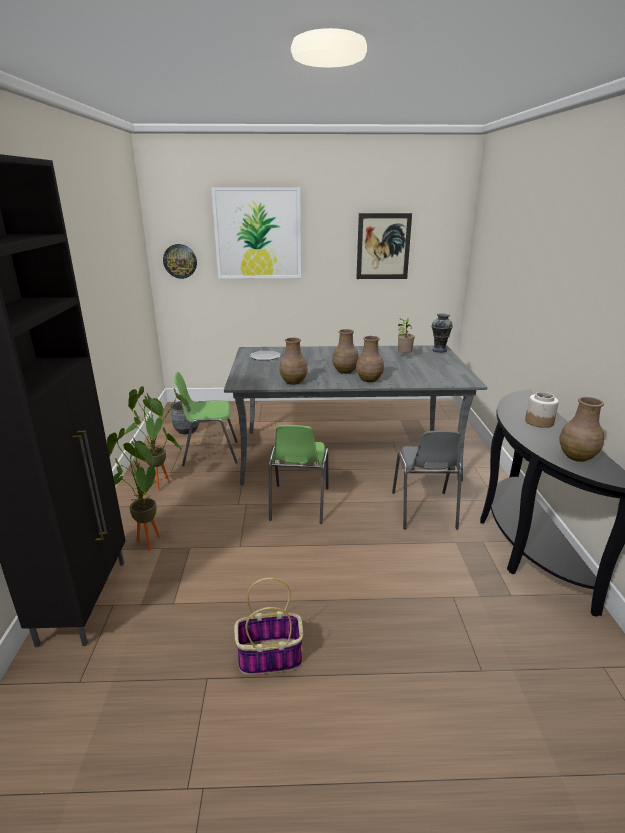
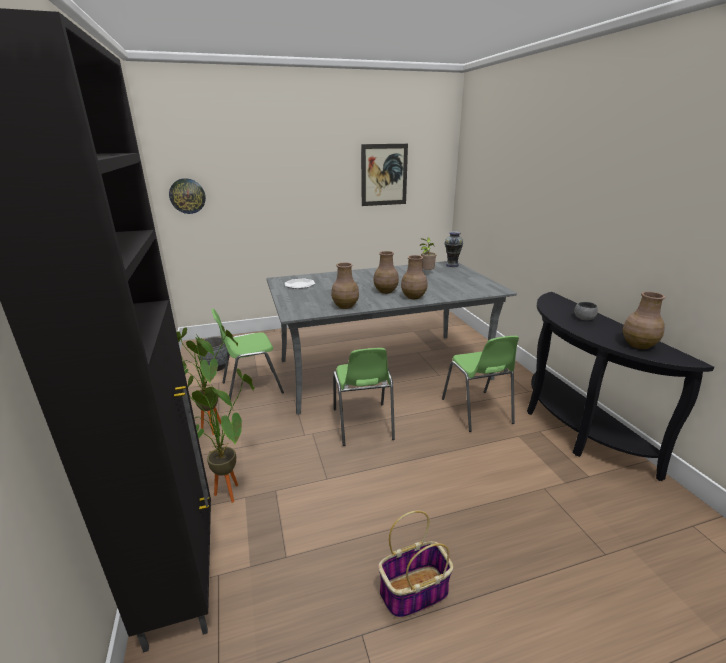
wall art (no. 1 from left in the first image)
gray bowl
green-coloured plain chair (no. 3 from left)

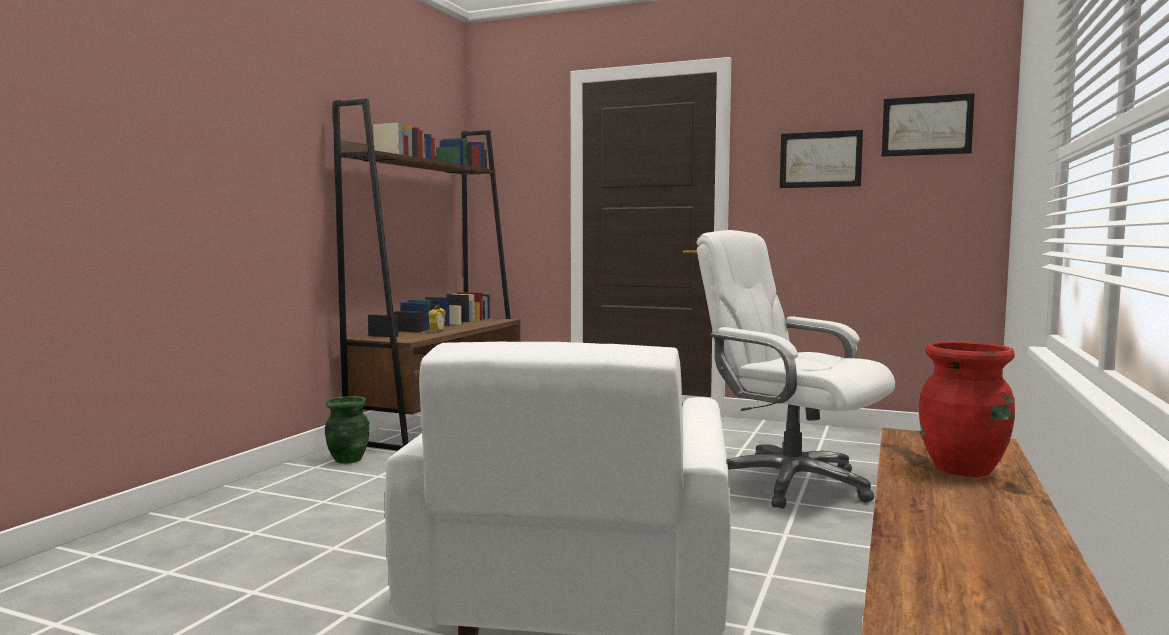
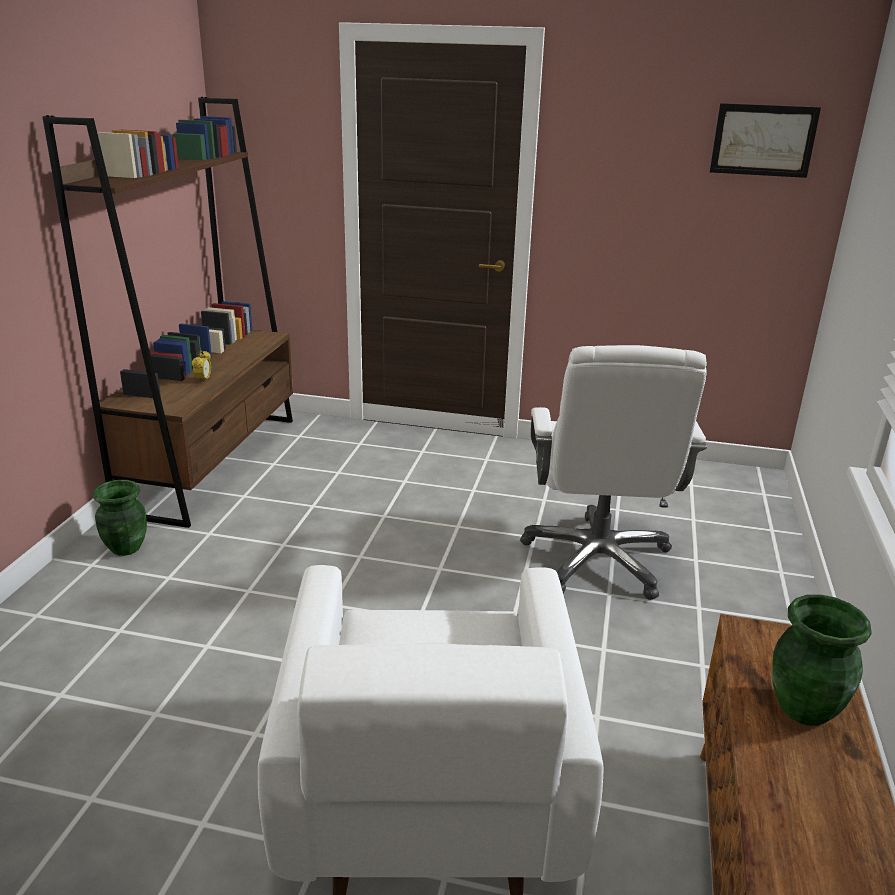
wall art (no. 1 from left in the first image)
white-coloured desk chair
green-coloured decorative vase (no. 2 from left)

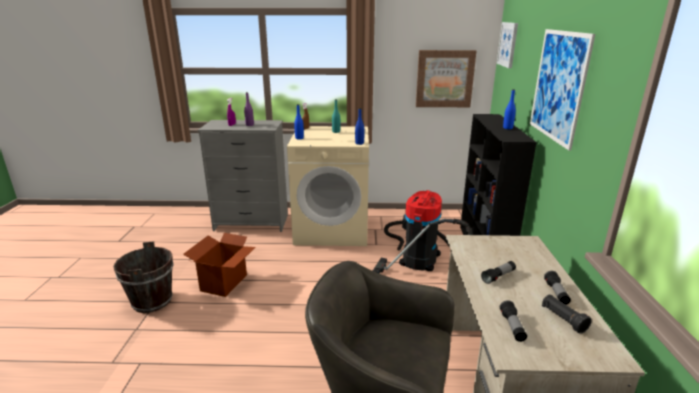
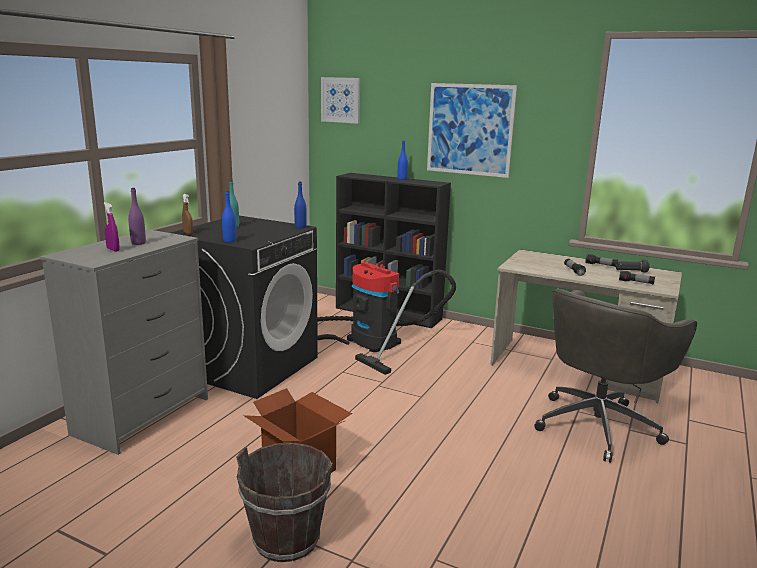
wall art (no. 1 from left in the first image)
black laundry machine

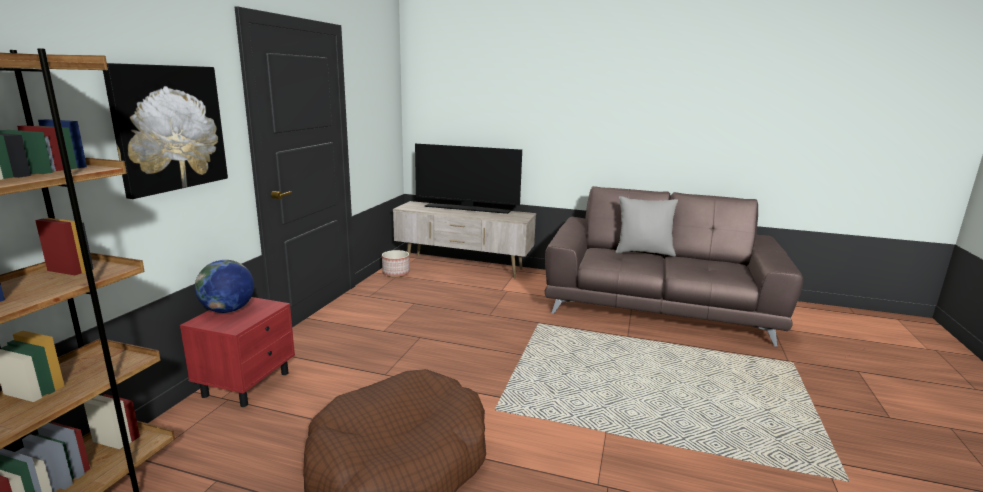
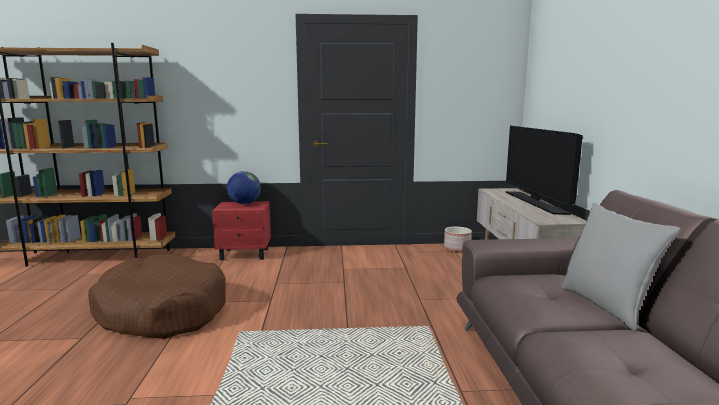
wall art

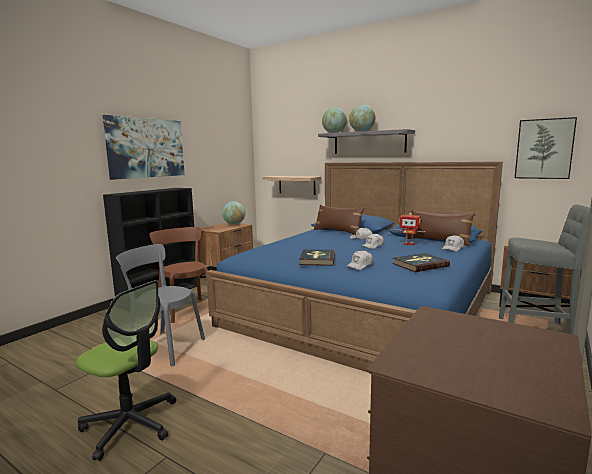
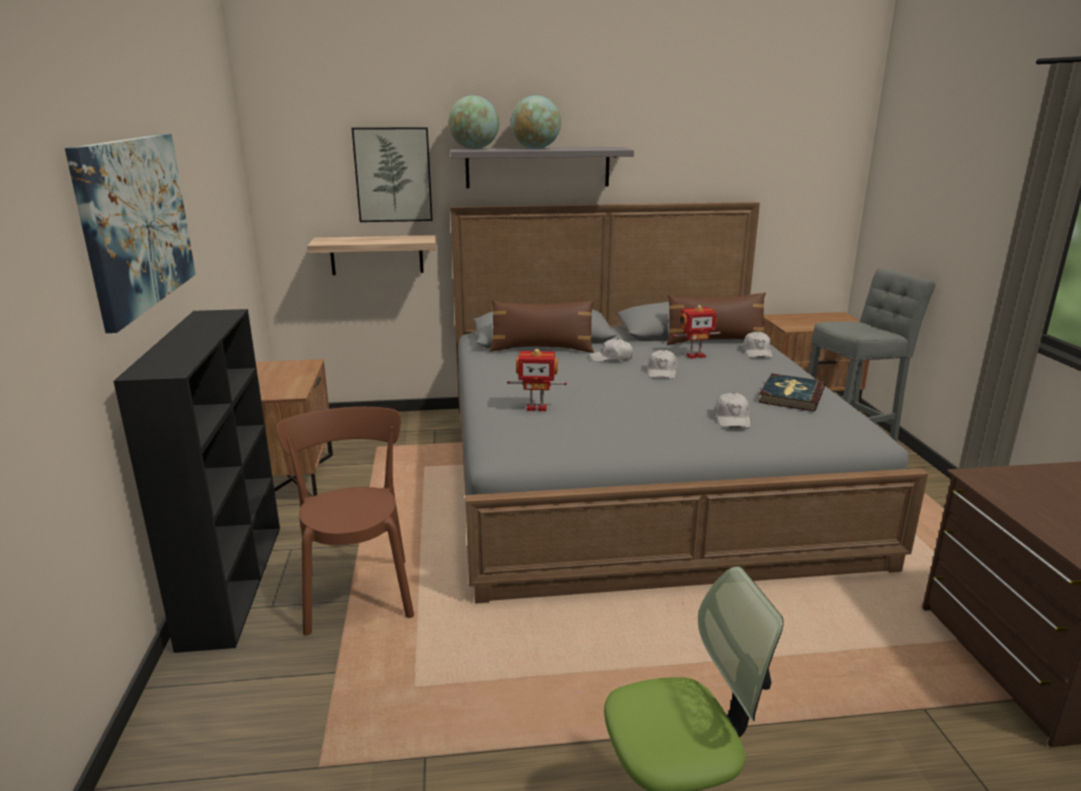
wall art (no. 2 from left)
gray bed
globe (no. 1 from left in the first image)
brown-coloured plain chair
gray plain chair
book (no. 1 from left in the first image)
toy robot (no. 1 from left)

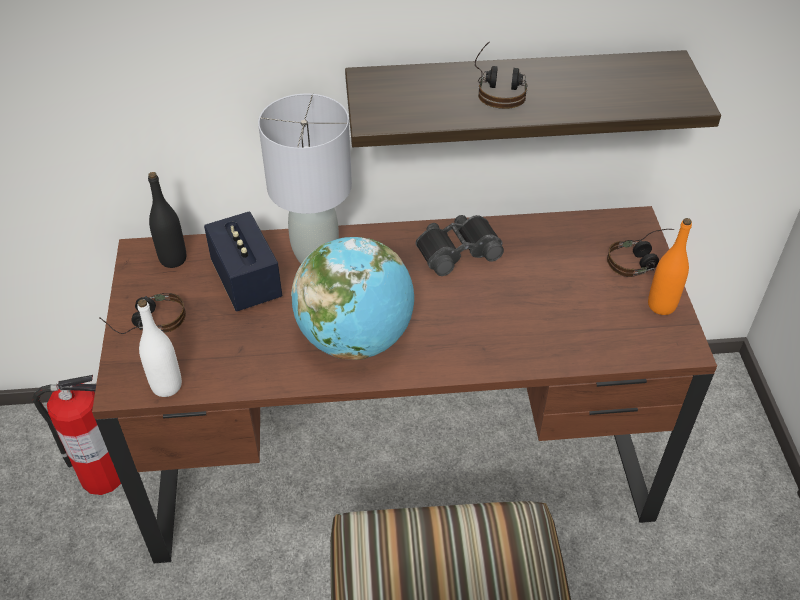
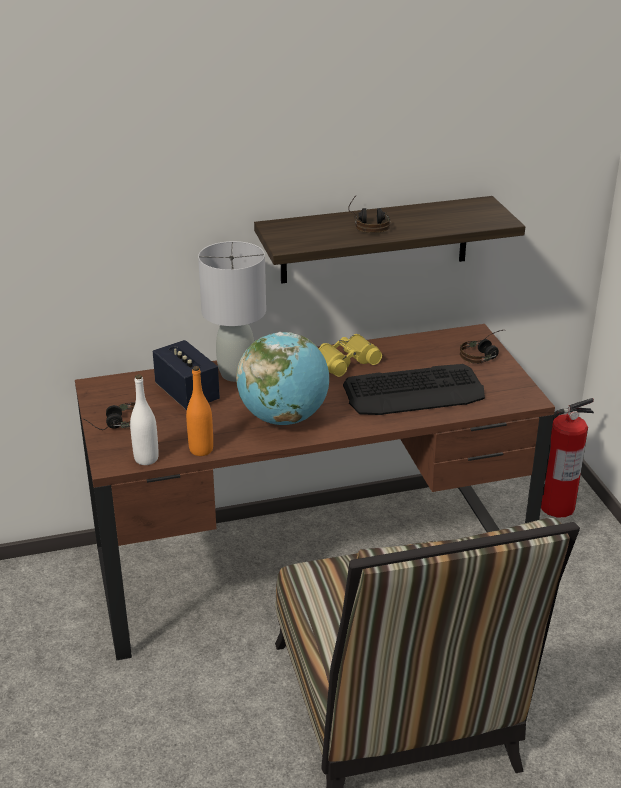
black drink bottle
yellowish binoculars
orange drink bottle
extinguisher
PC keyboard

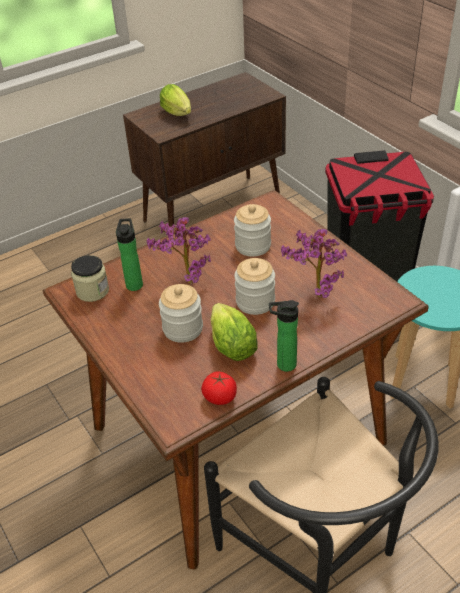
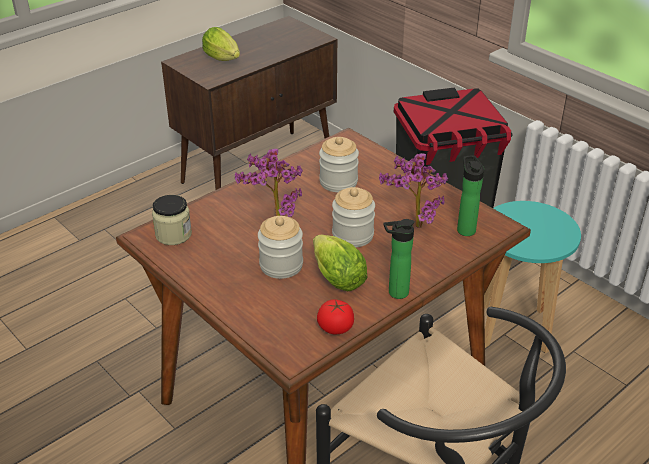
drink bottle (no. 2 from left)

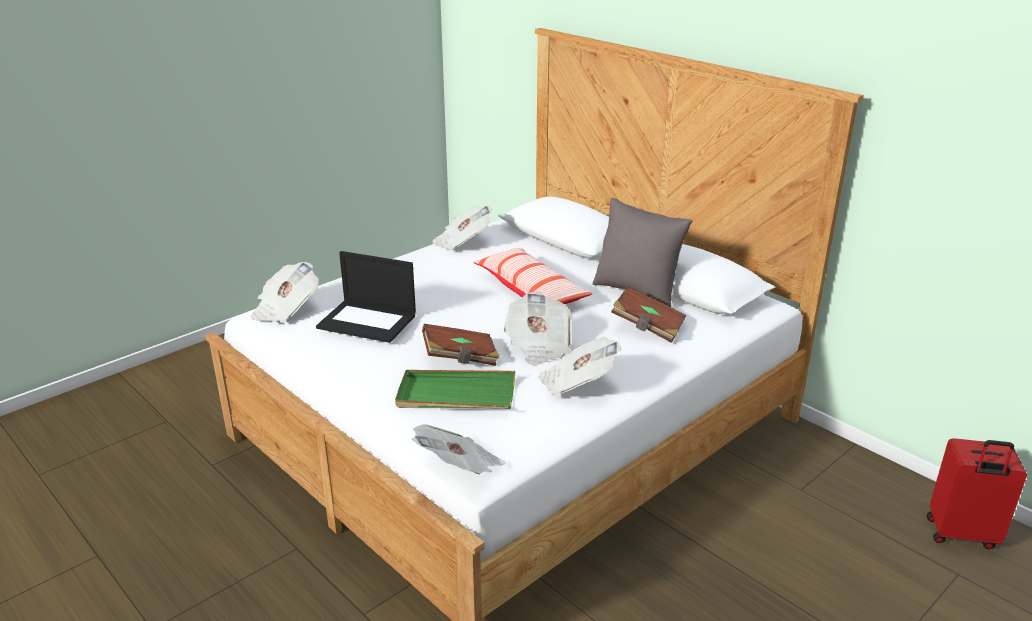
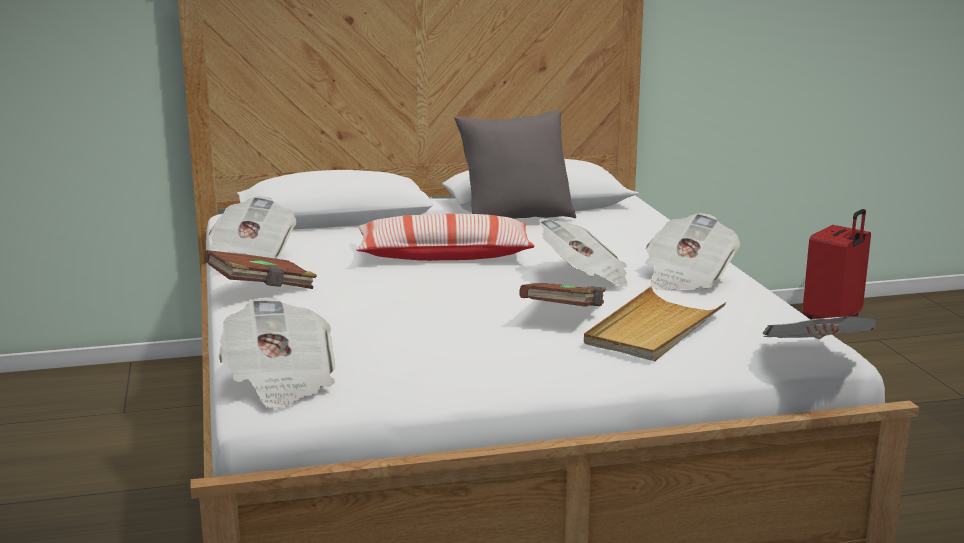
notebook computer
brown-coloured book (no. 1 from left)
beige serving tray

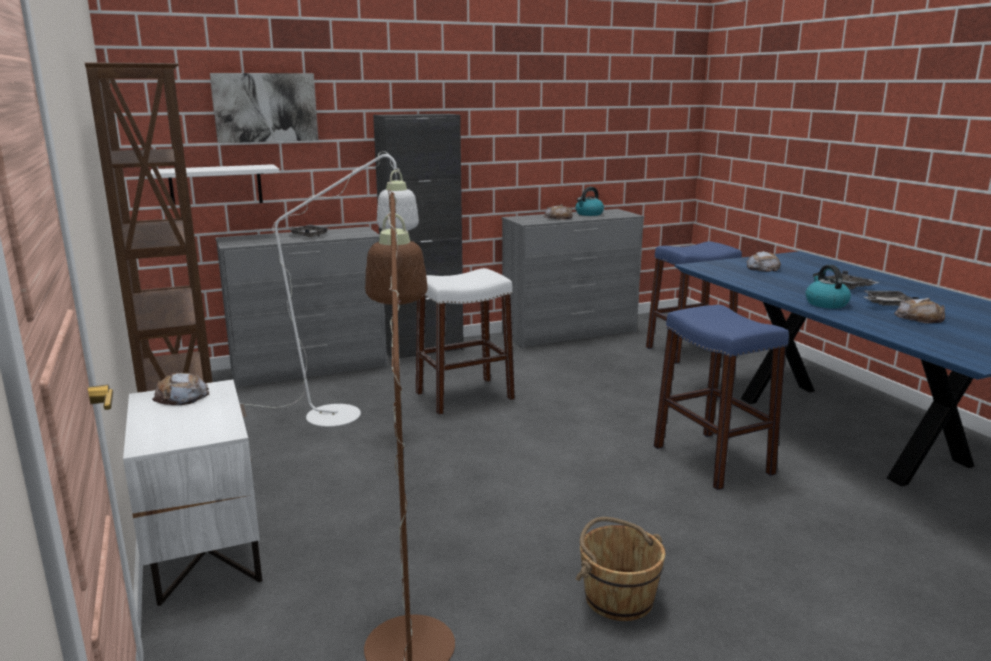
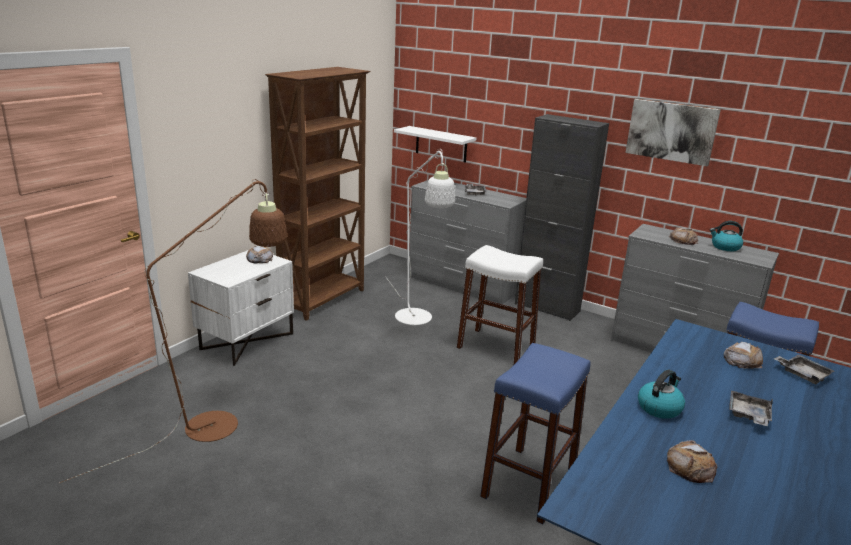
wall art
gray serving tray (no. 3 from left)
brown-coloured pail

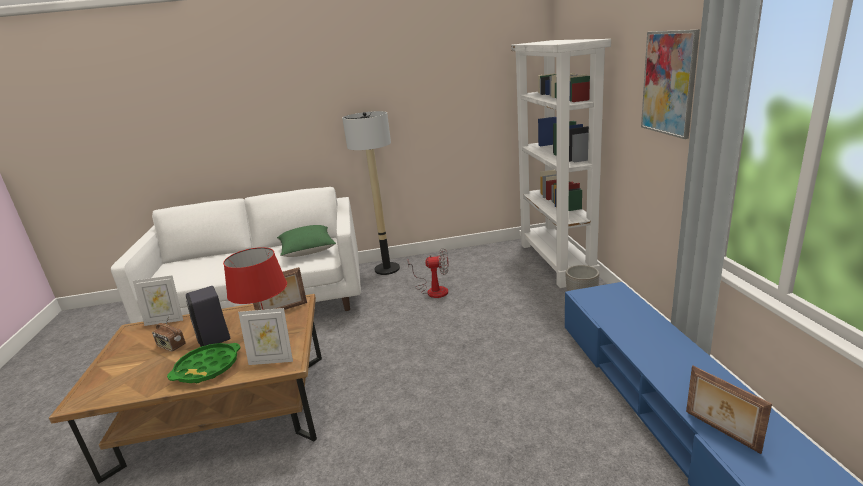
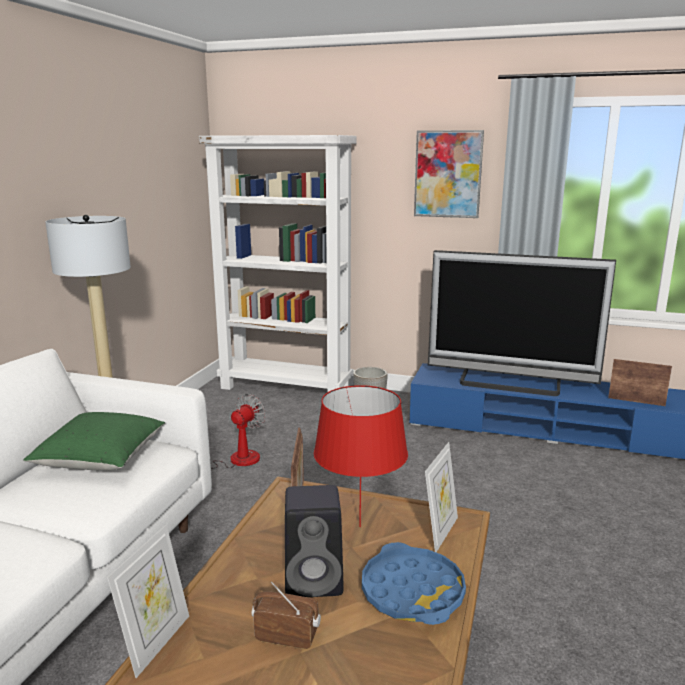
radio receiver
blue serving tray
photo frame (no. 4 from left)
television

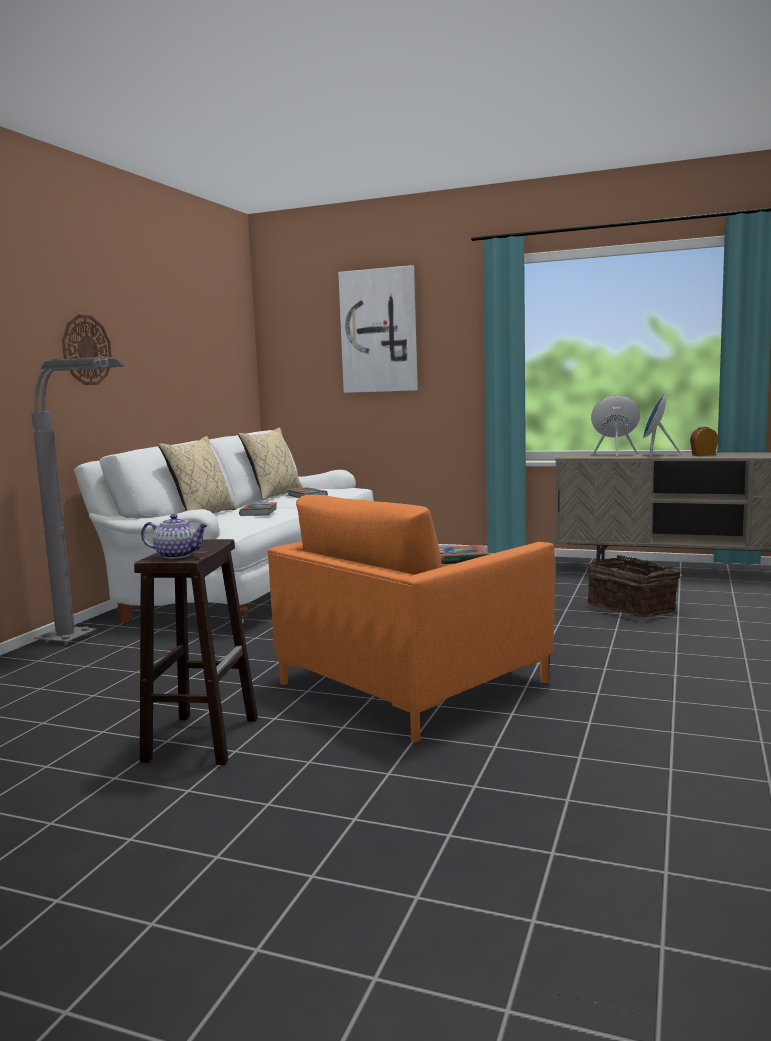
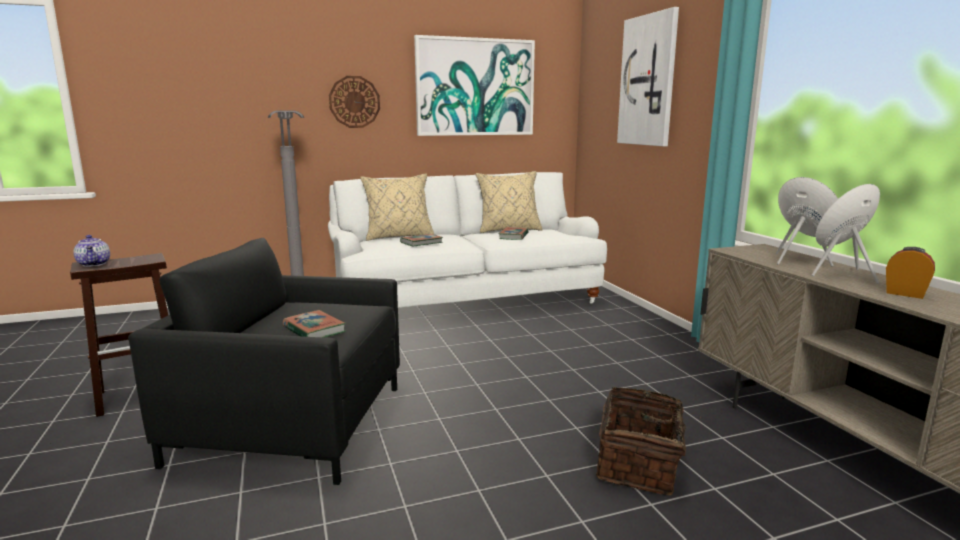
black easy chair
wall art (no. 1 from left)

